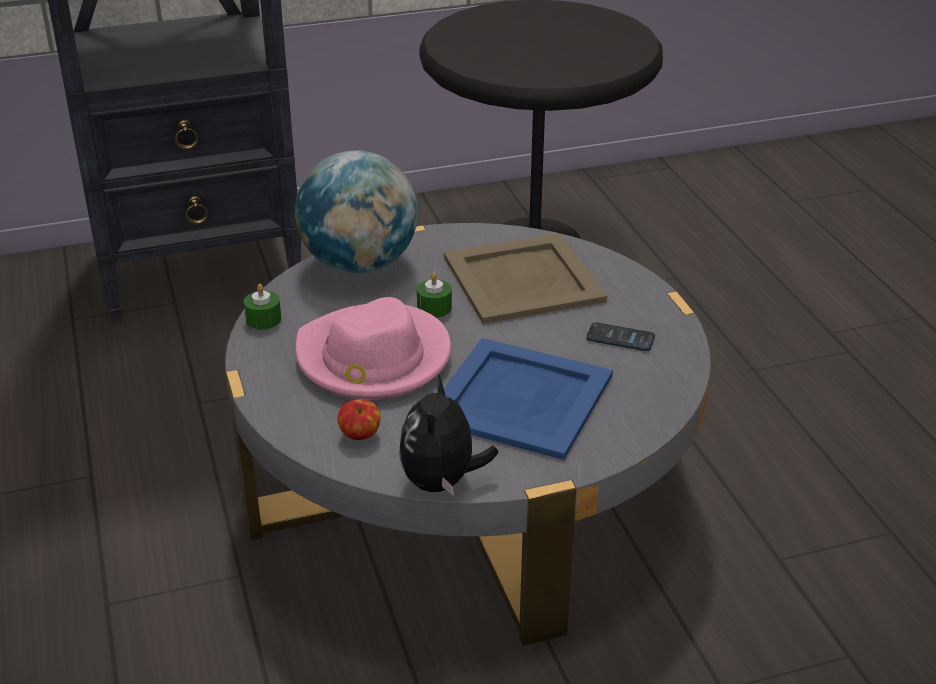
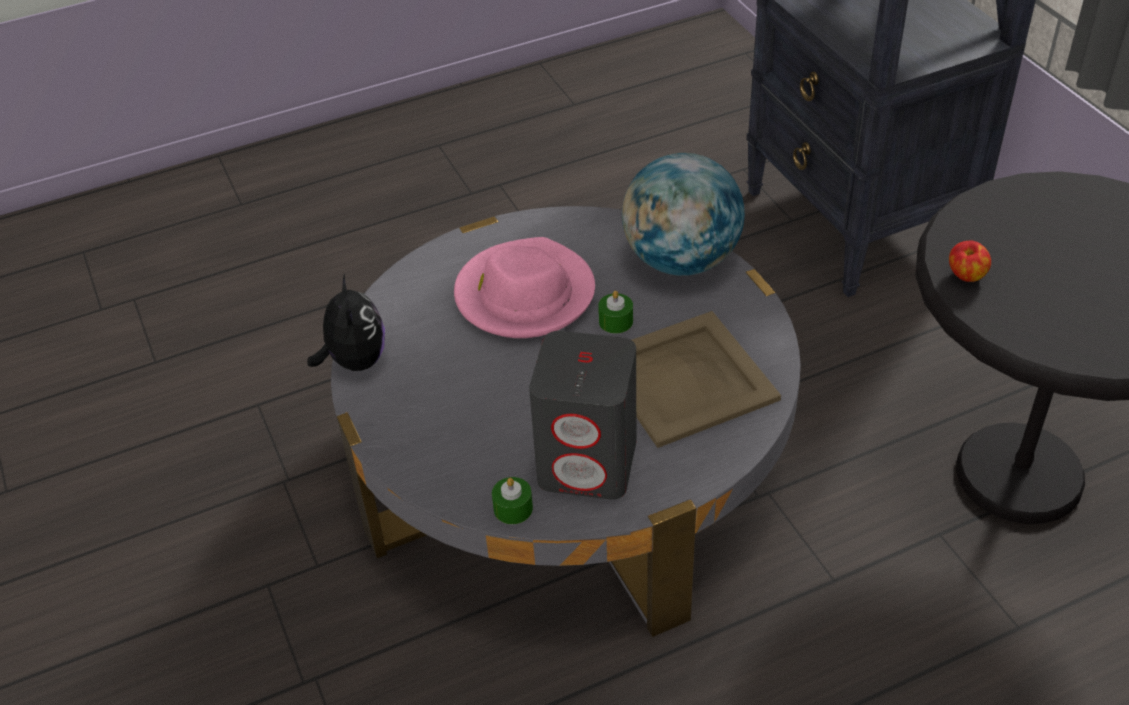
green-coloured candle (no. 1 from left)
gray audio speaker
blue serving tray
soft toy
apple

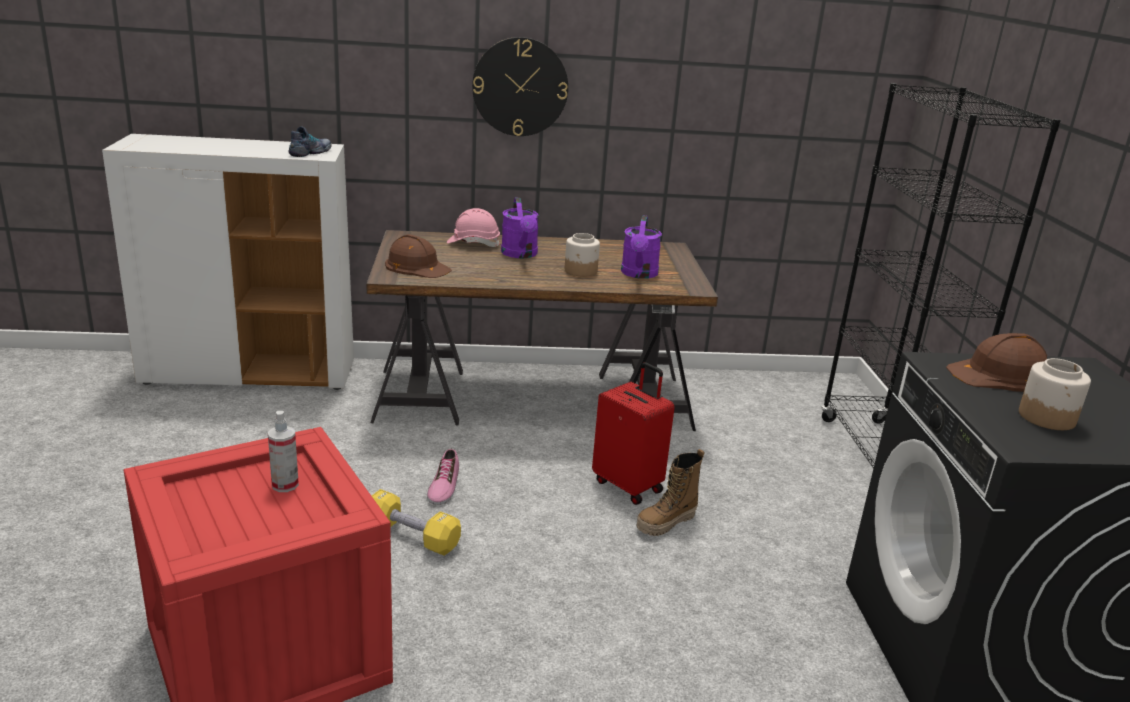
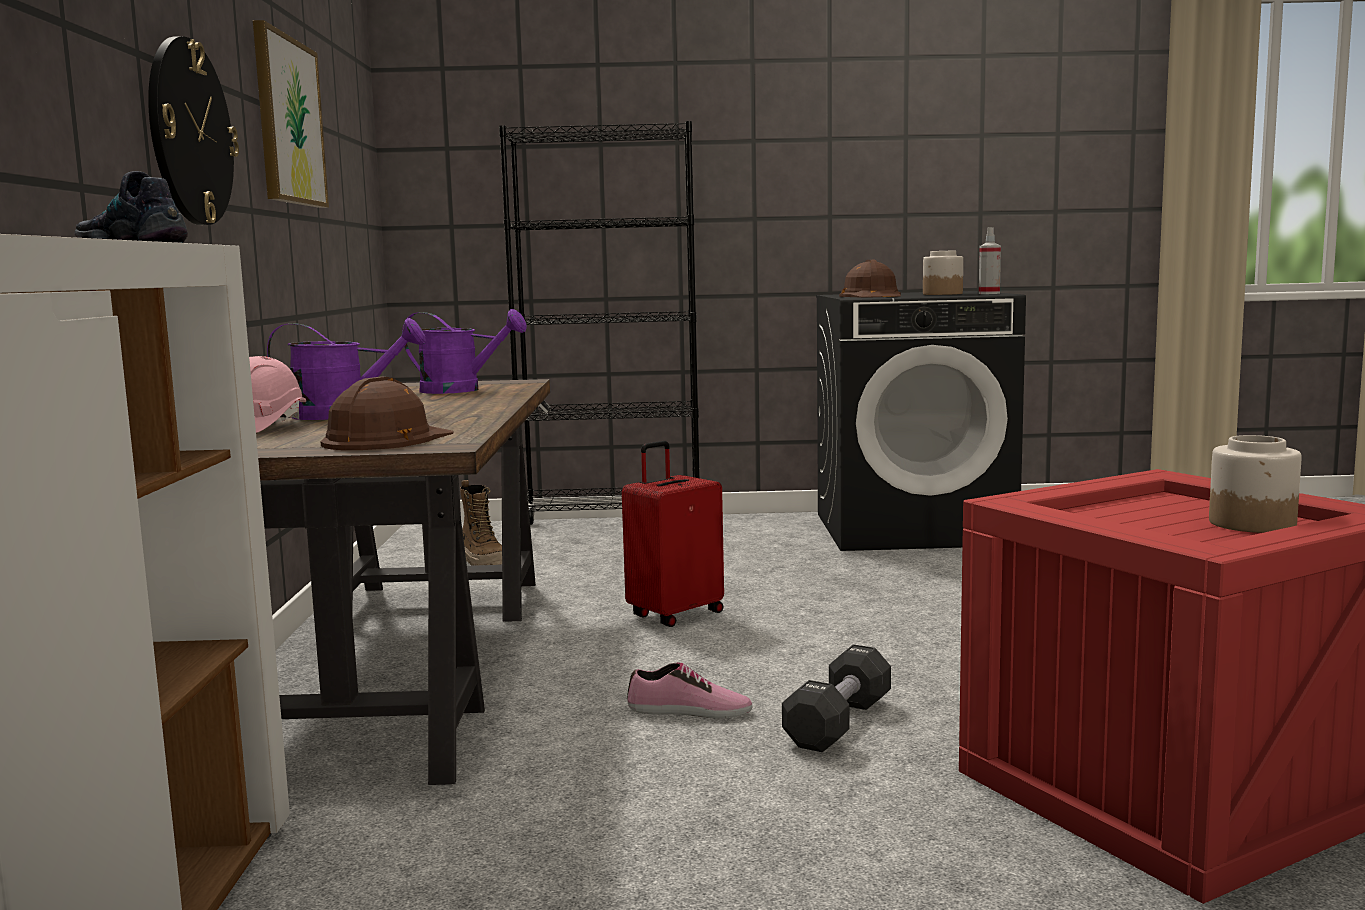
preserve jar (no. 2 from left)
hand sprayer
high-top boot
black hand weight
wall art

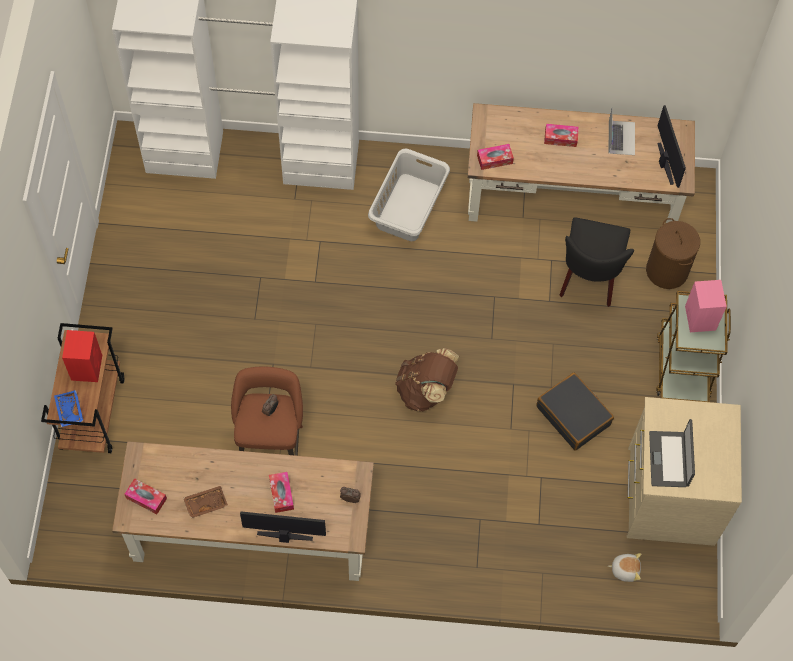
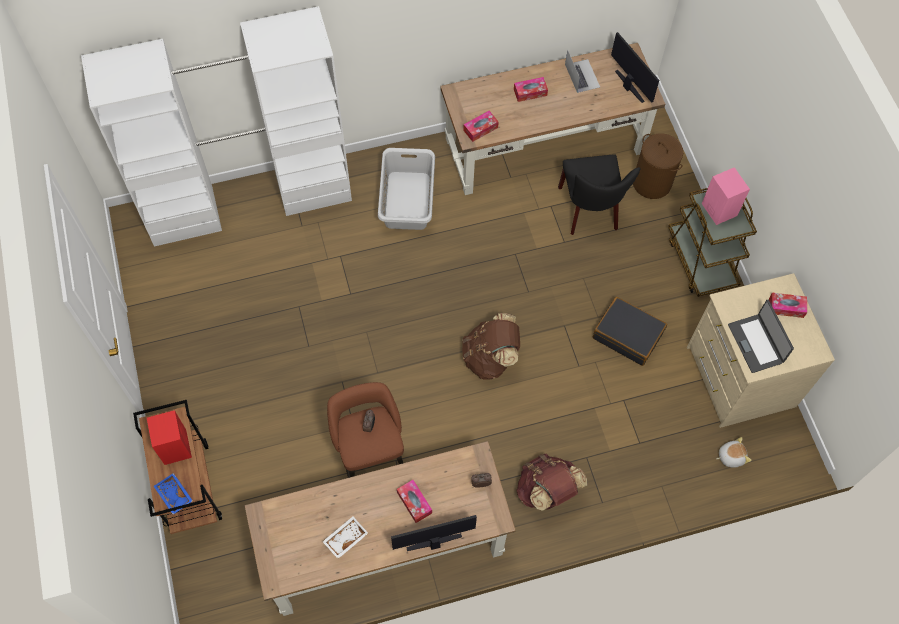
tissue box (no. 4 from left)
white-coloured serving tray
brown-coloured backpack (no. 2 from left)

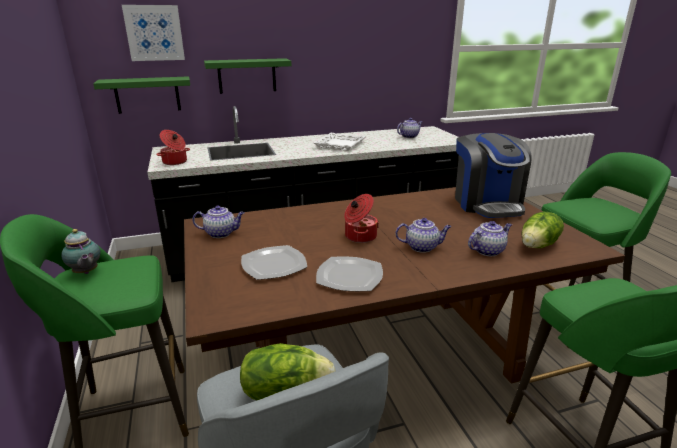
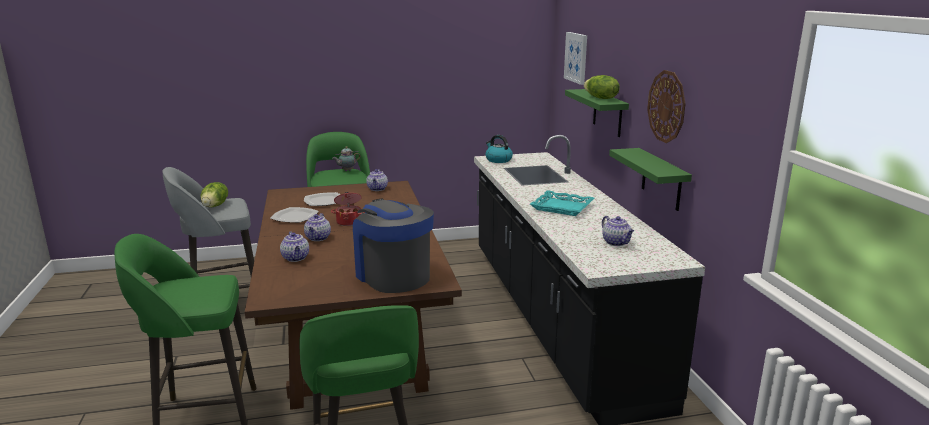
green-coloured shelf (no. 2 from left)
water kettle
blue-green serving tray
coffee maker
lettuce (no. 2 from left)
wall clock

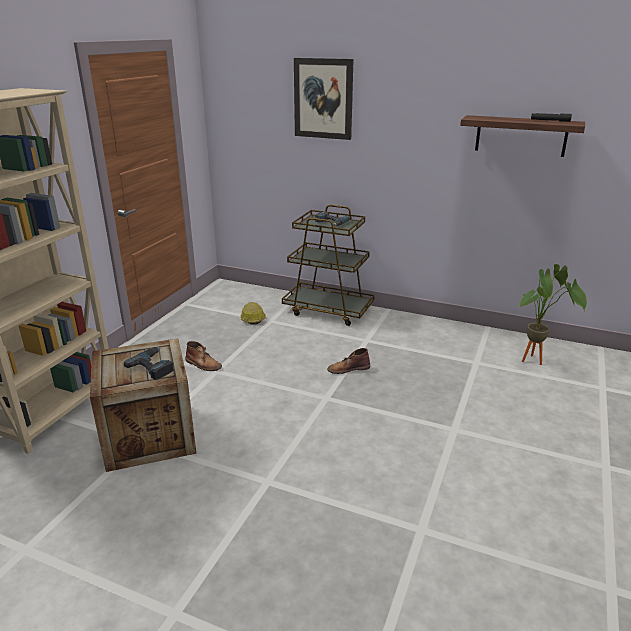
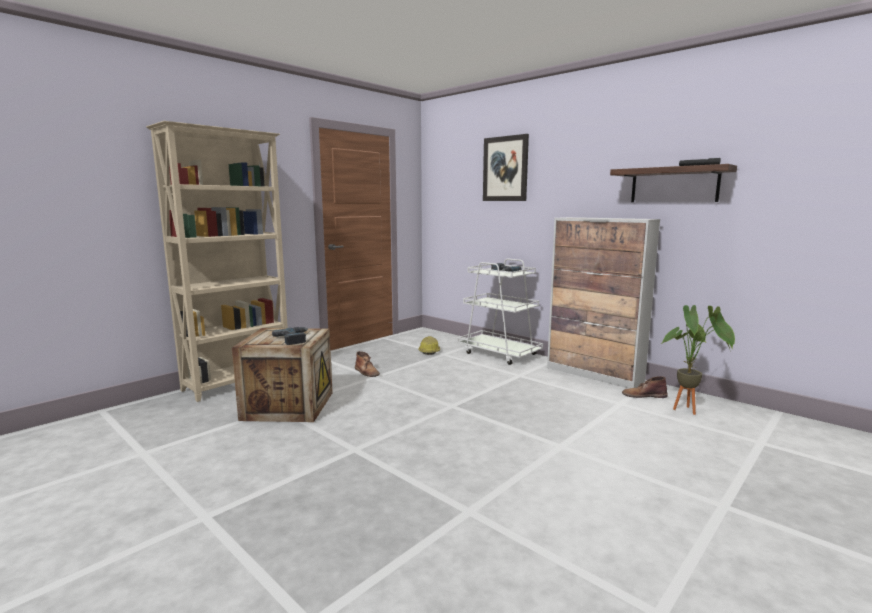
white-coloured trolley
brown-coloured high-top boot (no. 2 from left)
storage cabinet

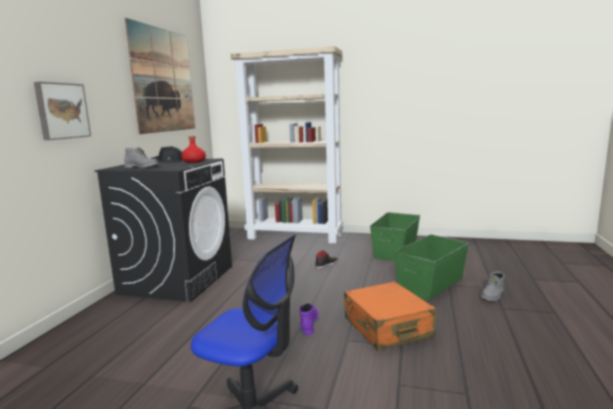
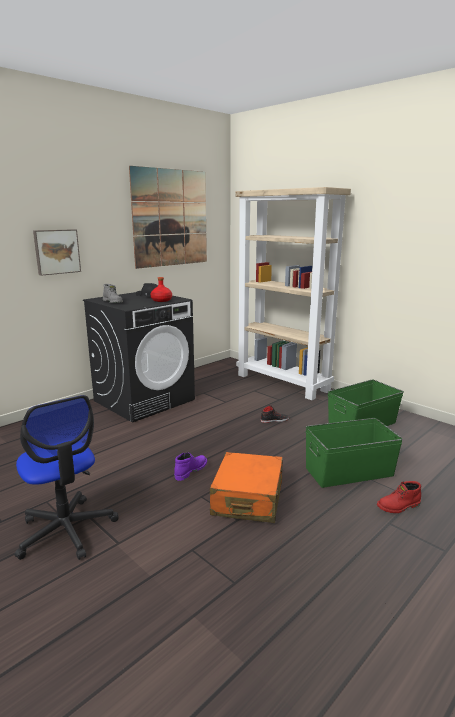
red high-top boot

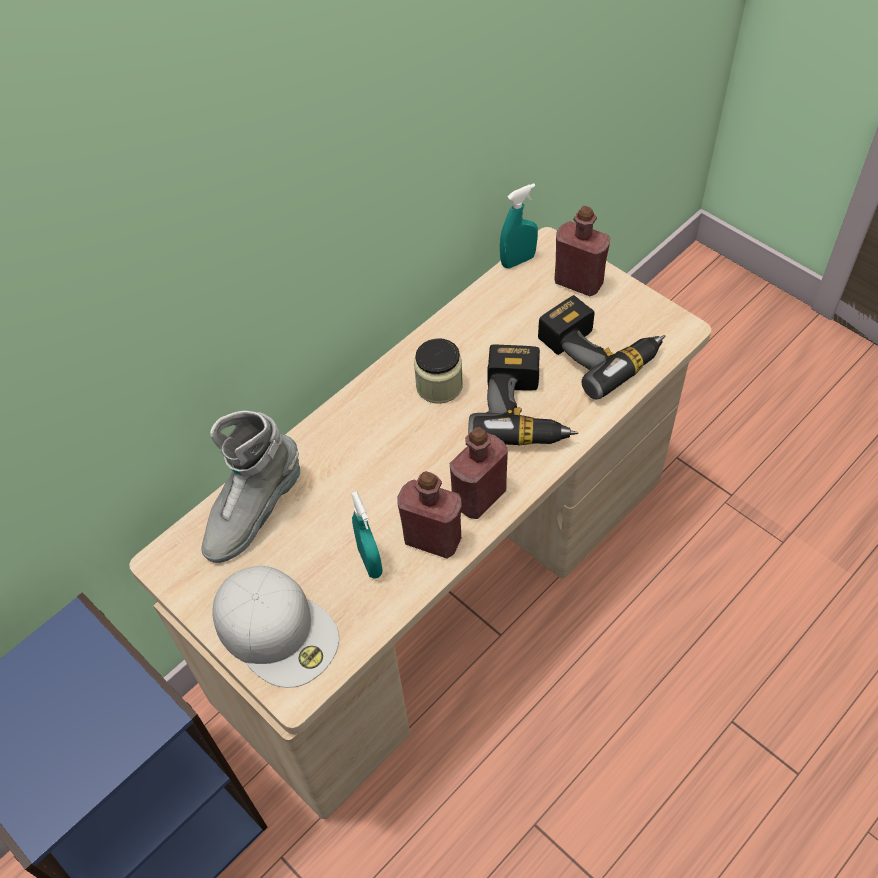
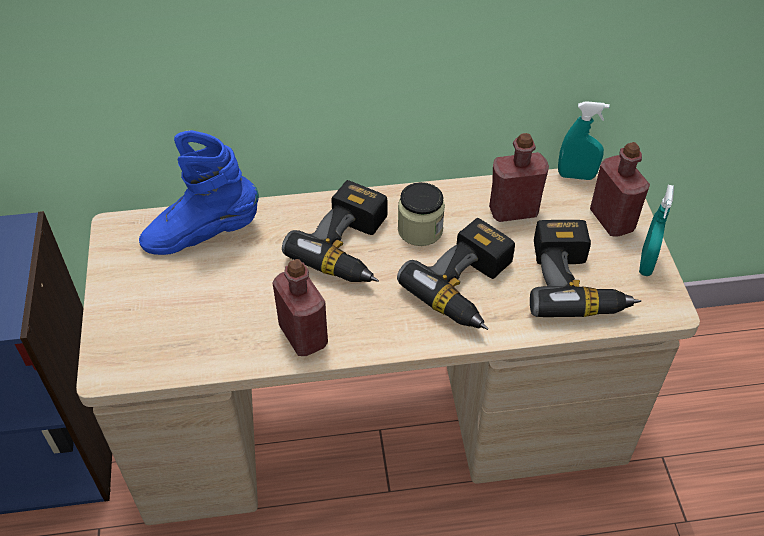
blue high-top boot
red drink bottle (no. 2 from left)
blue-green hand sprayer (no. 2 from left)
white-coloured peaked cap
drill (no. 1 from left)

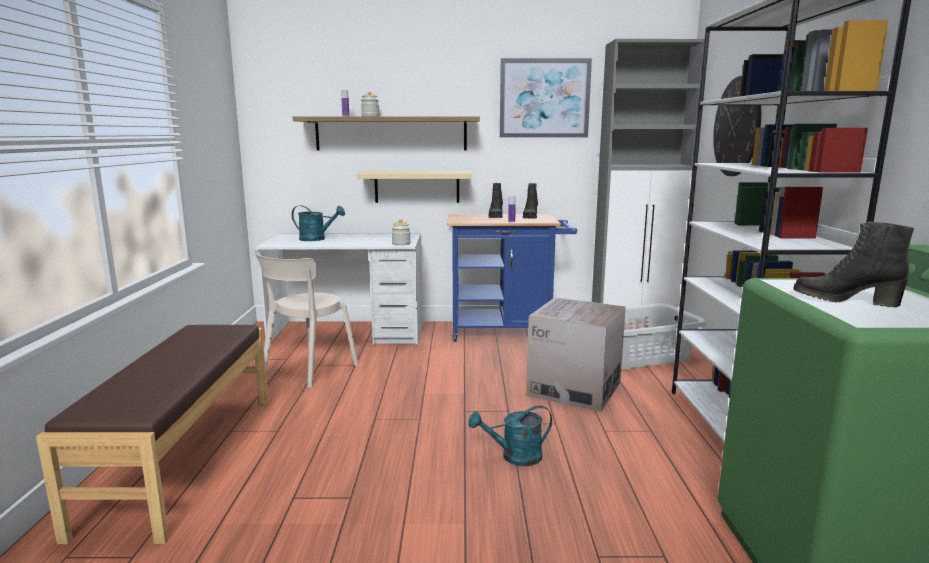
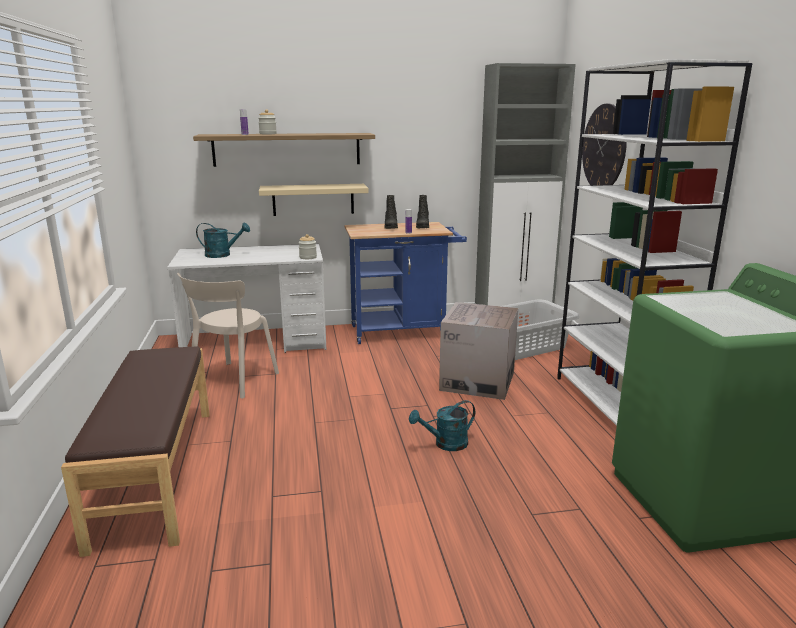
wall art
black high-top boot (no. 3 from left in the first image)

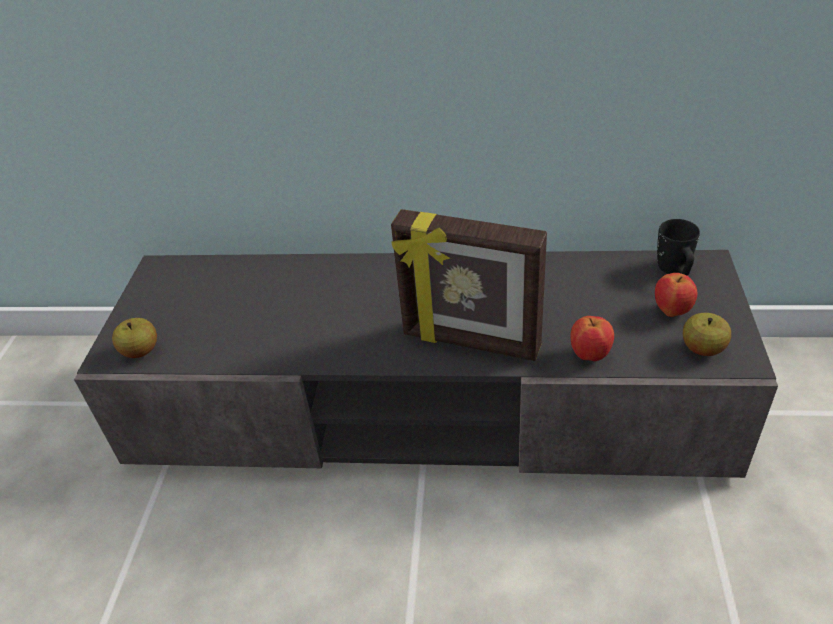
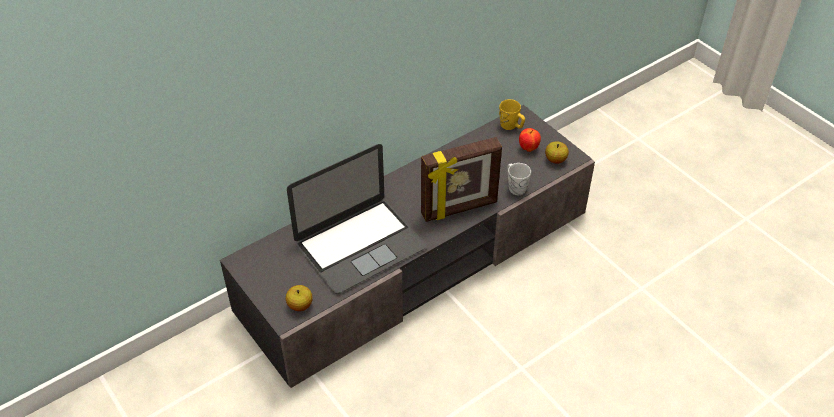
yellowish coffee mug
white-coloured coffee mug
notebook computer

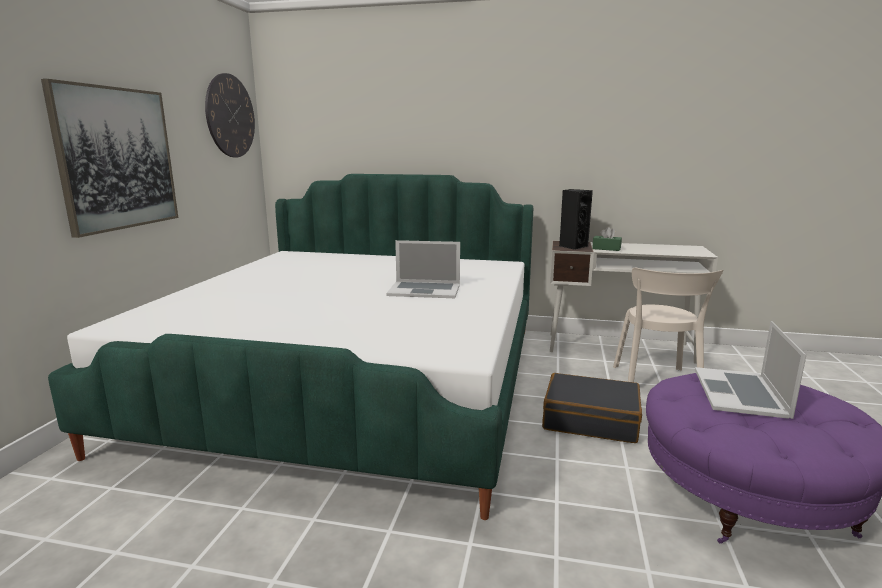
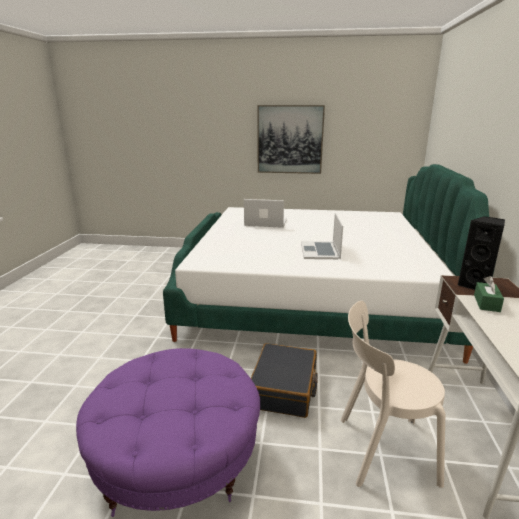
wall clock
notebook computer (no. 1 from left)

